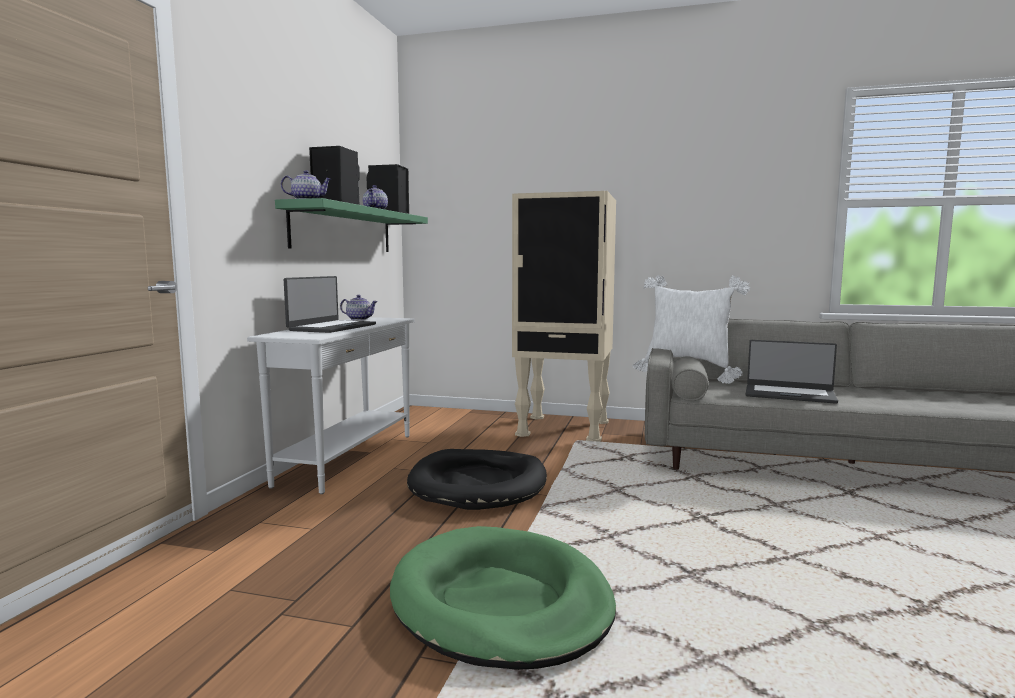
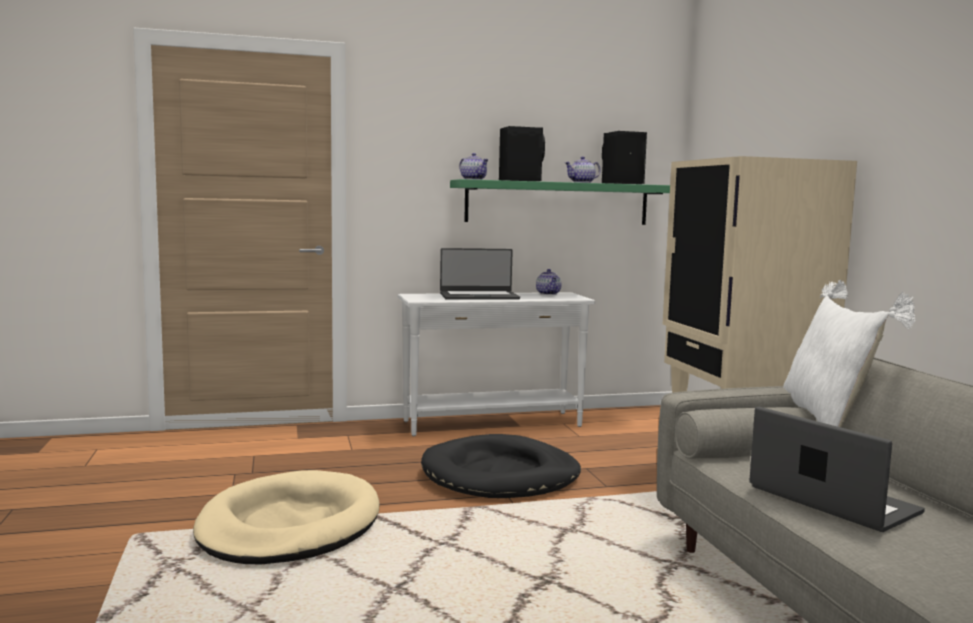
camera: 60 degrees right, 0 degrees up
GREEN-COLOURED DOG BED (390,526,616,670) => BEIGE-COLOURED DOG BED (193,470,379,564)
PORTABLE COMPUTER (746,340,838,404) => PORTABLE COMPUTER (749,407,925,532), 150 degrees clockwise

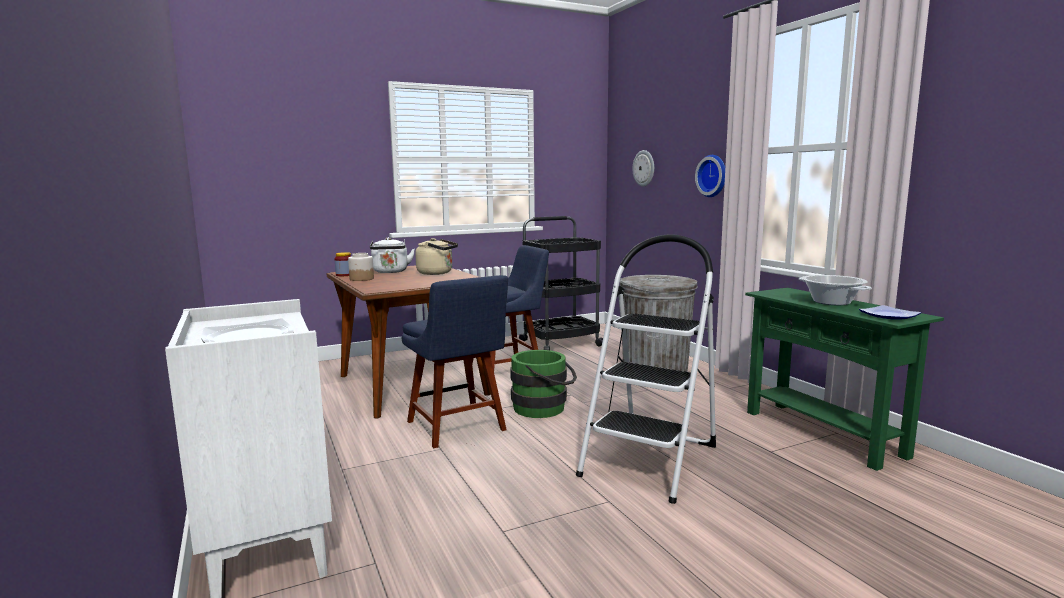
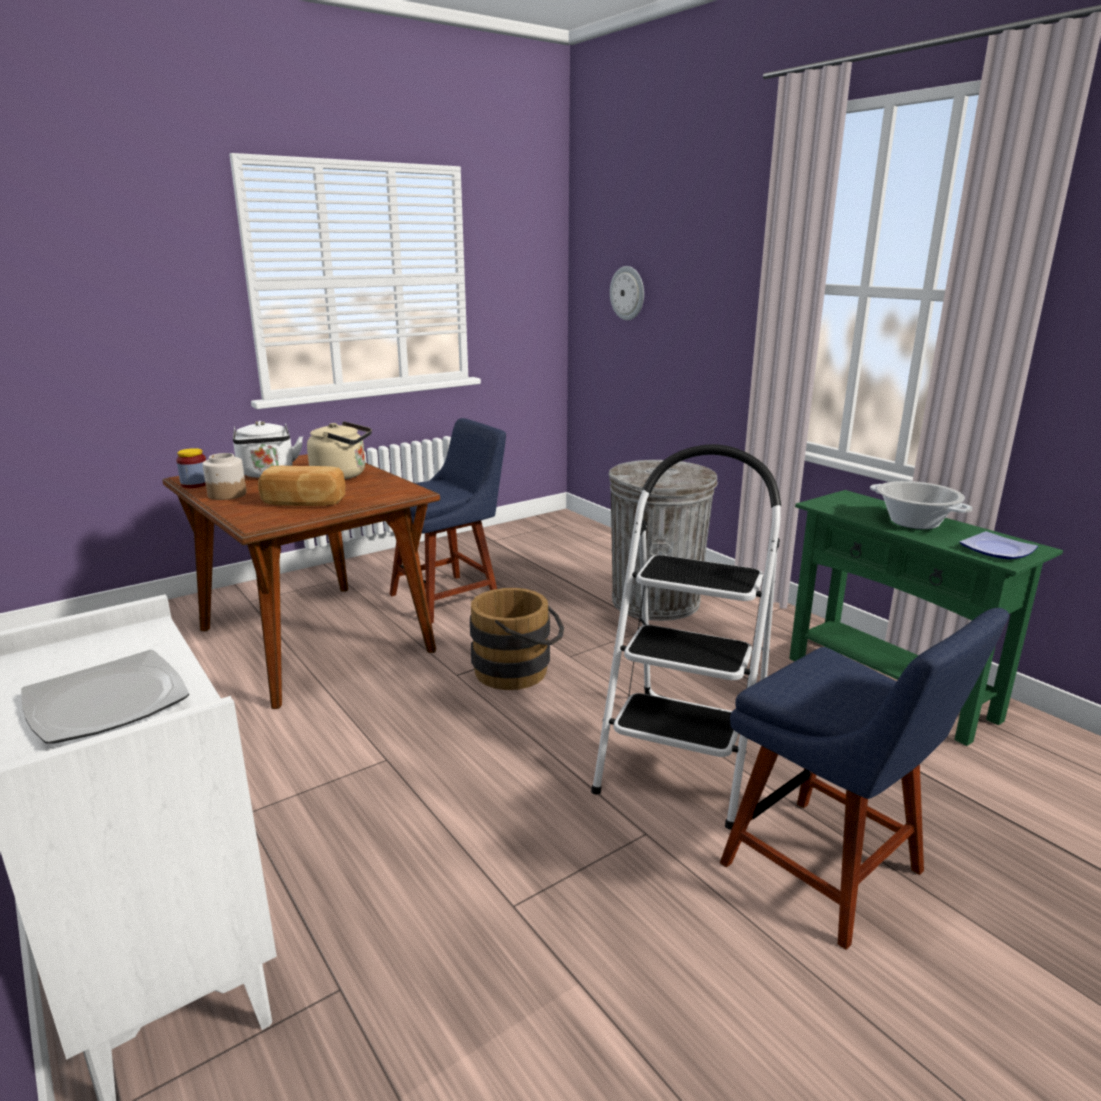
camera: 10 degrees left, 10 degrees up
BLACK-COLOURED CART (519,216,603,350) => nothing
WALL CLOCK (695,155,725,197) => nothing
nothing => BREAD (258,466,345,506)
BLUE UPRIGHT CHAIR (401,275,508,448) => BLUE UPRIGHT CHAIR (720,608,1009,950), shifted
GREEN-COLOURED BUCKET (510,350,577,418) => BROWN BUCKET (470,588,564,690)

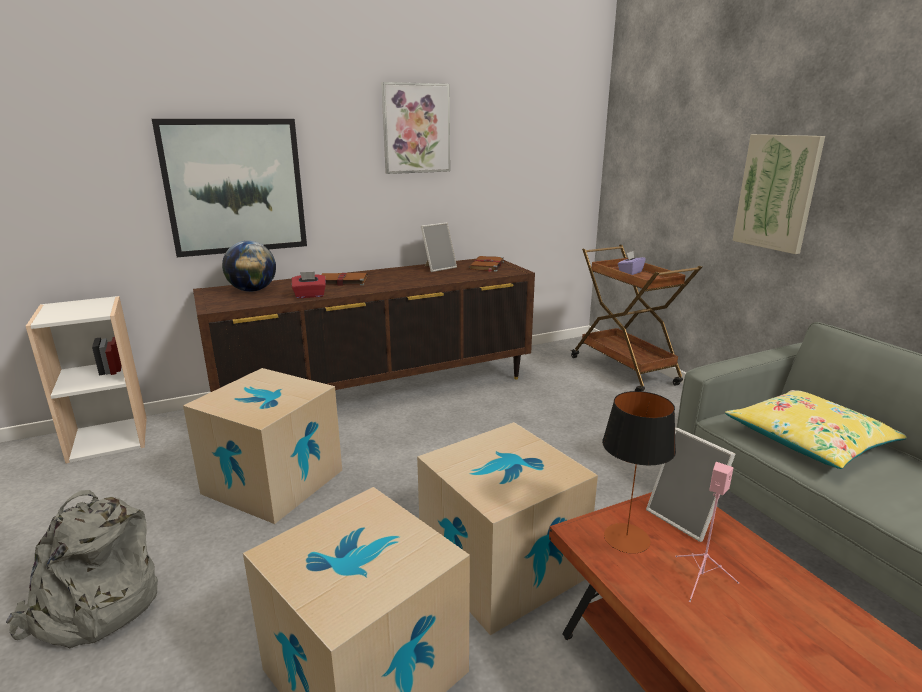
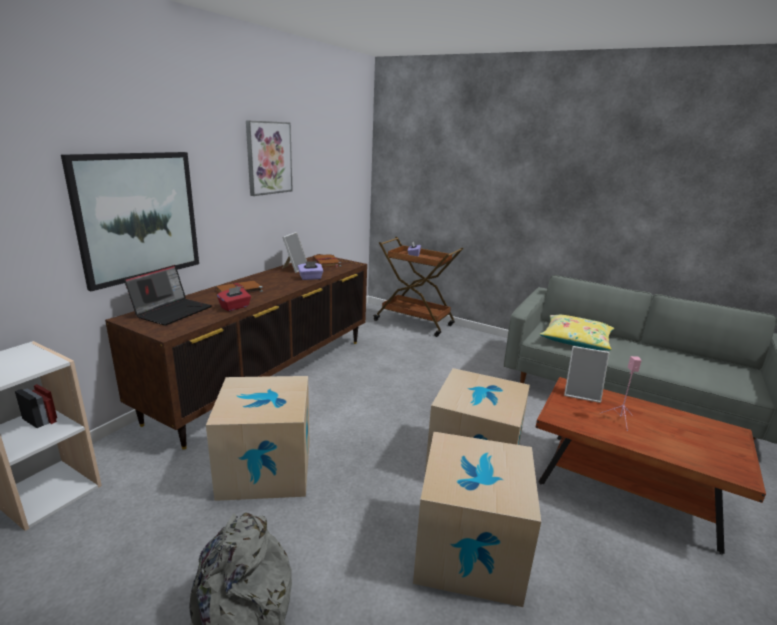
camera: 35 degrees left, 0 degrees up
LAMP FOR A TABLE (602,391,676,554) => nothing
PICTURE (732,134,825,254) => nothing
nothing => PURPLE BOX OF TISSUES (298,261,323,280)
WORLD GLOBE (222,241,276,292) => PORTABLE COMPUTER (124,265,212,326)

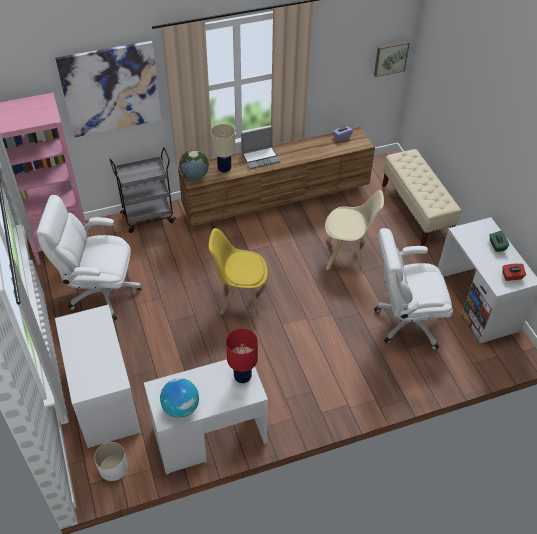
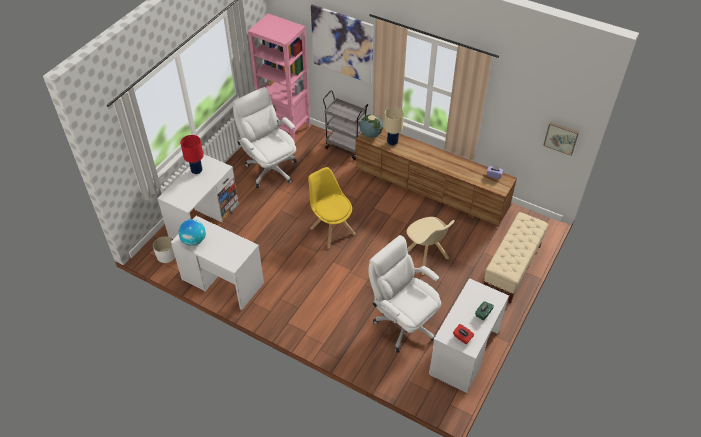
camera: 50 degrees right, 0 degrees up
PORTABLE COMPUTER (241,127,280,169) => nothing
RED-COLOURED LAMP FOR A TABLE (226,329,258,383) => RED-COLOURED LAMP FOR A TABLE (180,135,204,174), shifted

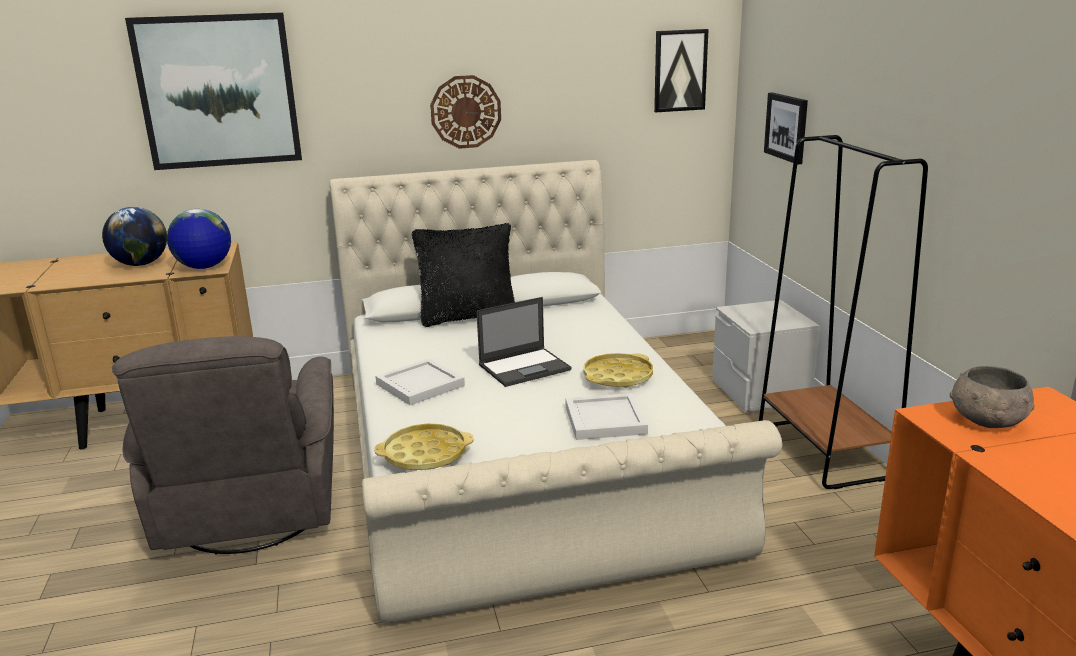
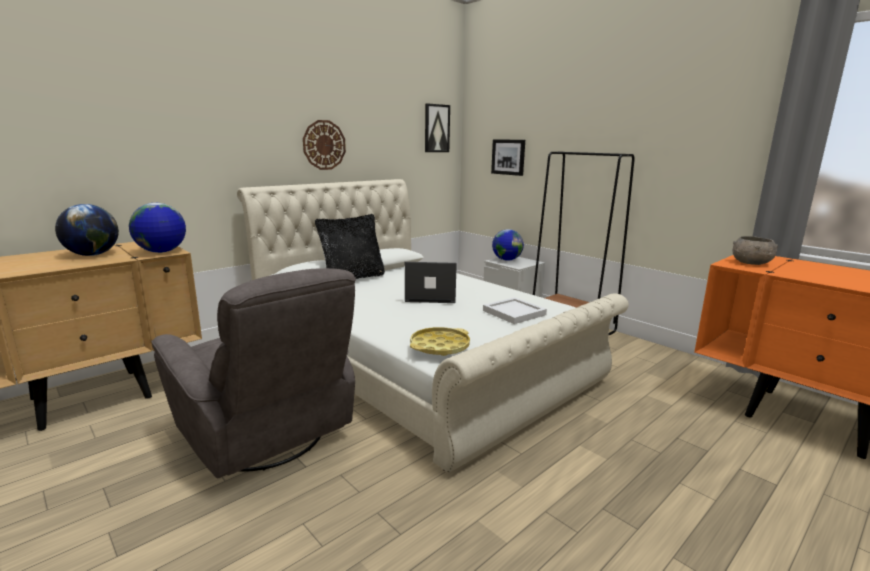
camera: 30 degrees left, 5 degrees down
PICTURE (125,12,302,170) => nothing
WHITE SERVING TRAY (375,358,465,405) => nothing
YELLOW-COLOURED SERVING TRAY (583,353,653,388) => nothing
nothing => WORLD GLOBE (492,229,524,261)
PORTABLE COMPUTER (476,297,572,387) => PORTABLE COMPUTER (405,262,457,303), 120 degrees counterclockwise

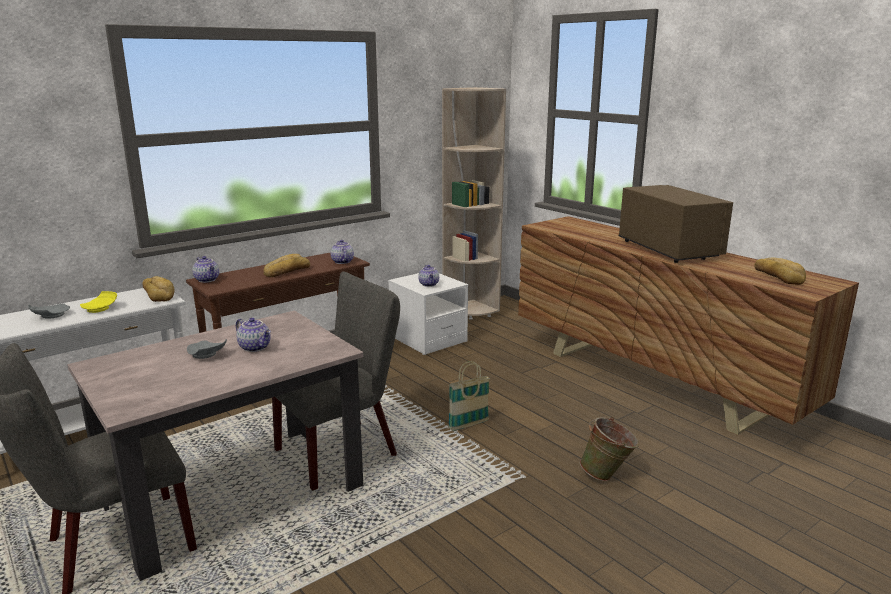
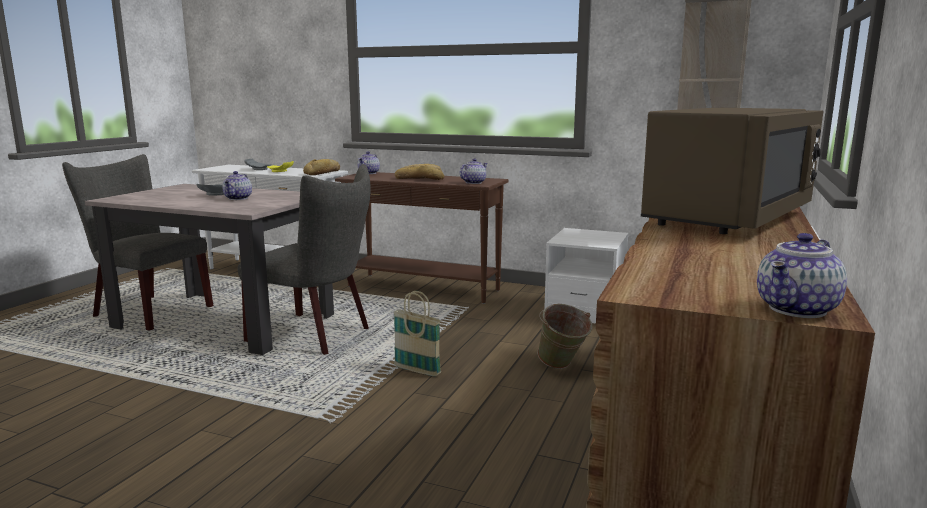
camera: 60 degrees right, 5 degrees down
BREAD (754,258,806,285) => nothing
TEAPOT (418,265,439,287) => TEAPOT (757,233,847,318), shifted
GREEN-COLOURED BUCKET (580,417,639,481) => GREEN-COLOURED BUCKET (537,304,592,369), shifted

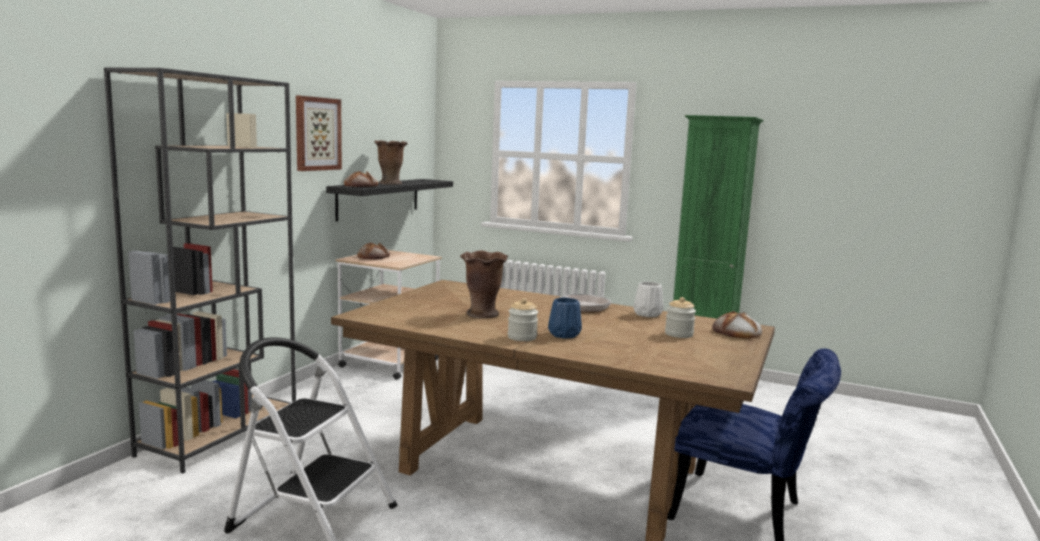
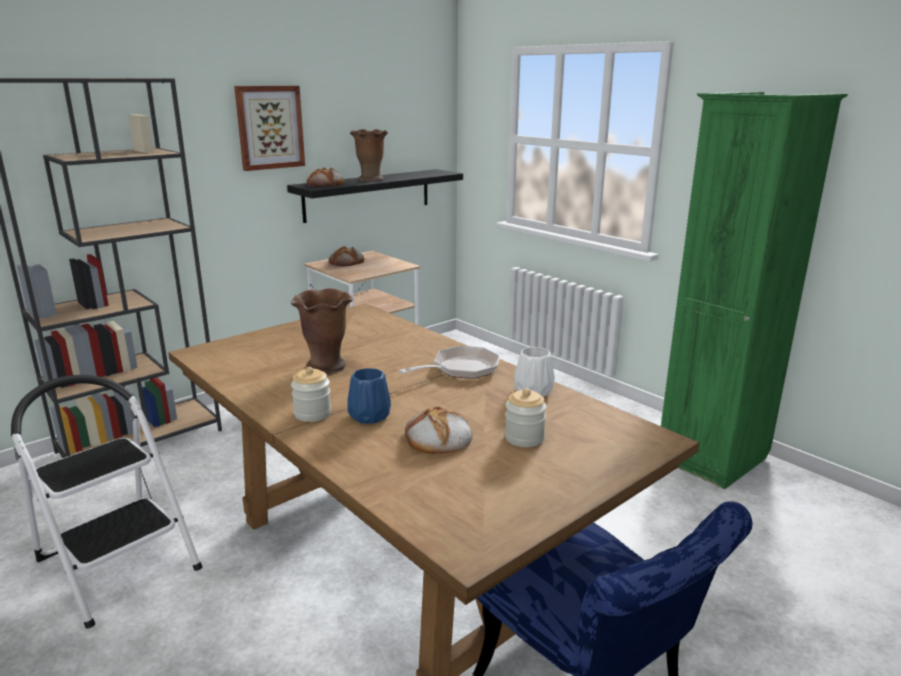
camera: 25 degrees right, 10 degrees up
BREAD (712,311,762,338) => BREAD (405,406,473,454), shifted

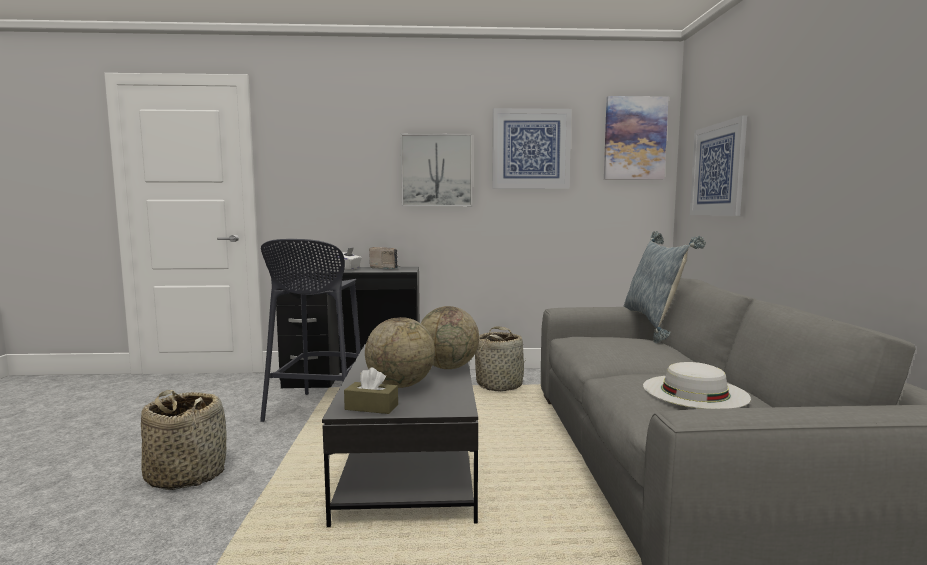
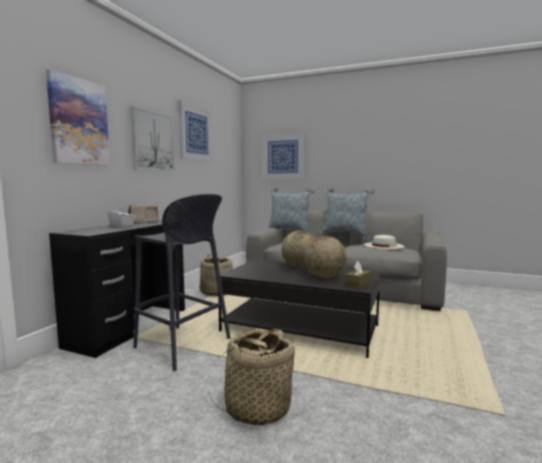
camera: 65 degrees left, 0 degrees up
nothing => CUSHION (316,187,375,244)
PICTURE (604,96,669,180) => PICTURE (46,69,110,166), shifted

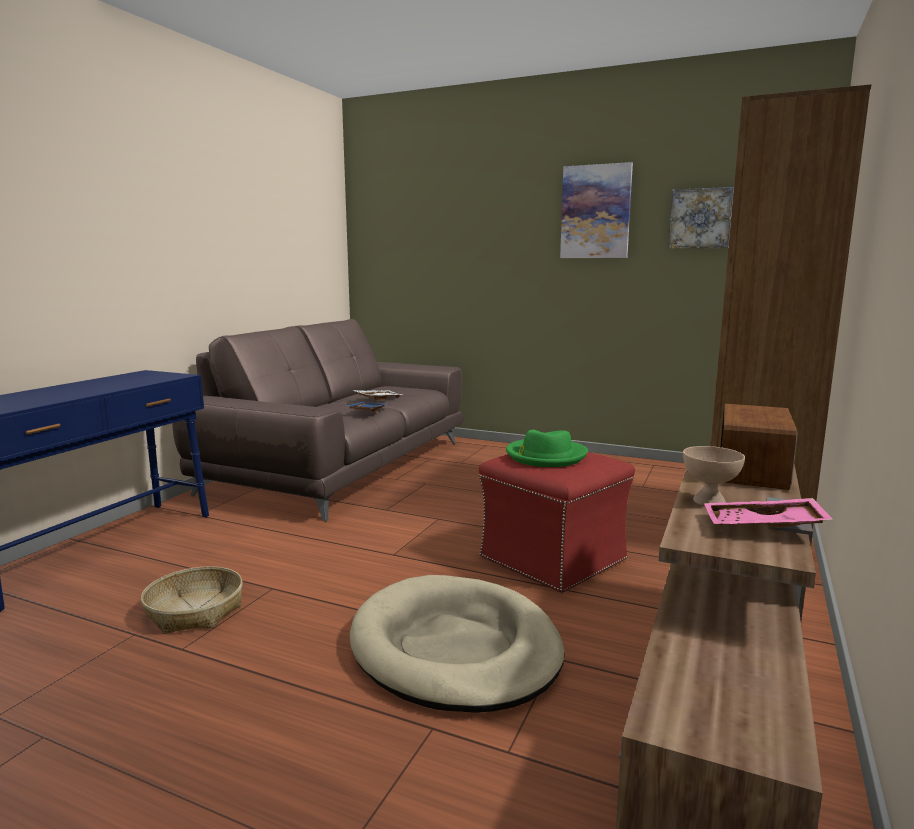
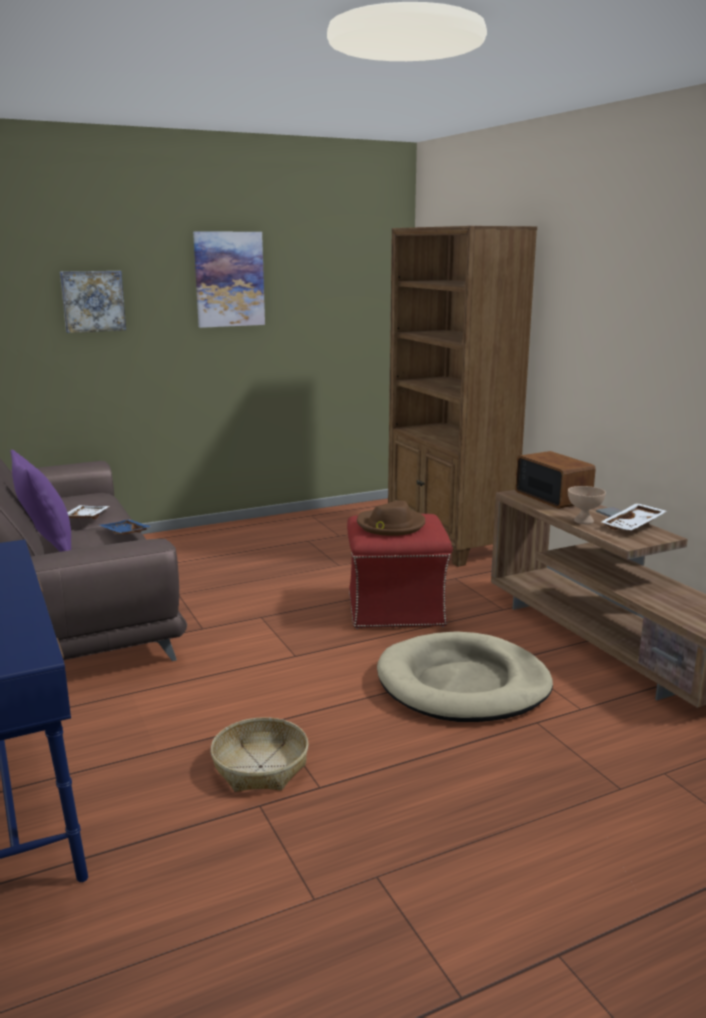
camera: 50 degrees left, 5 degrees up
nothing => PURPLE CUSHION (10,450,71,552)
PICTURE (668,187,734,249) => PICTURE (60,271,126,333), shifted
GREEN-COLOURED WEARABLE HAT (506,430,588,467) => BROWN WEARABLE HAT (357,500,425,536)
PINKISH SERVING TRAY (704,498,834,528) => WHITE SERVING TRAY (601,503,667,531)

